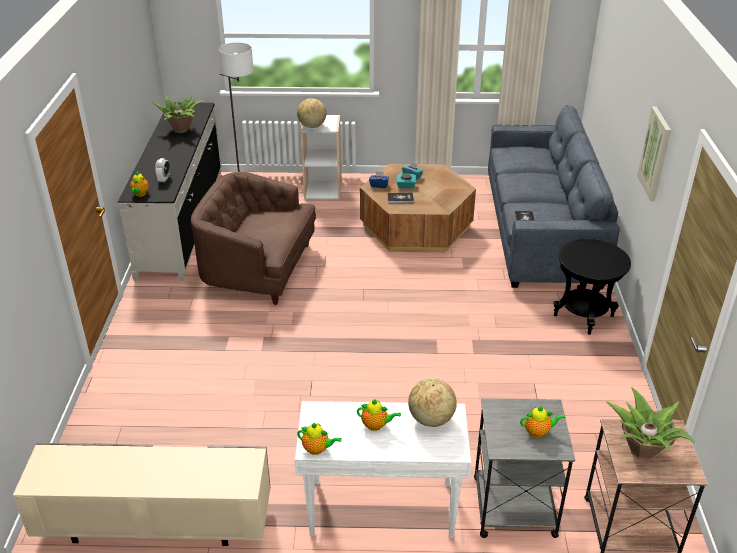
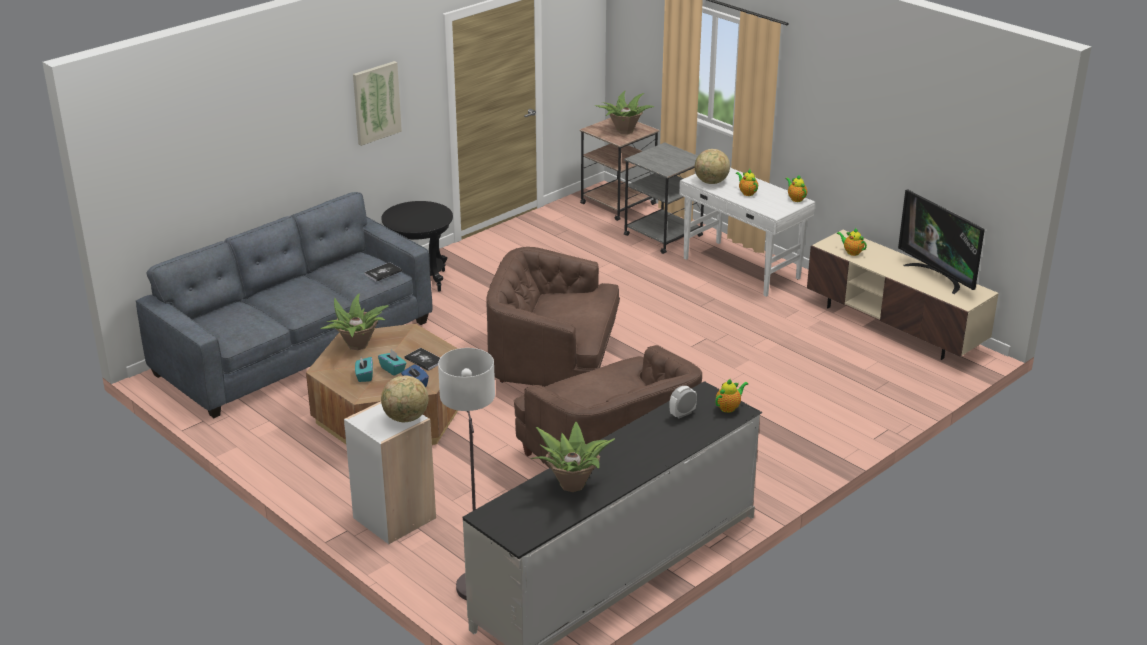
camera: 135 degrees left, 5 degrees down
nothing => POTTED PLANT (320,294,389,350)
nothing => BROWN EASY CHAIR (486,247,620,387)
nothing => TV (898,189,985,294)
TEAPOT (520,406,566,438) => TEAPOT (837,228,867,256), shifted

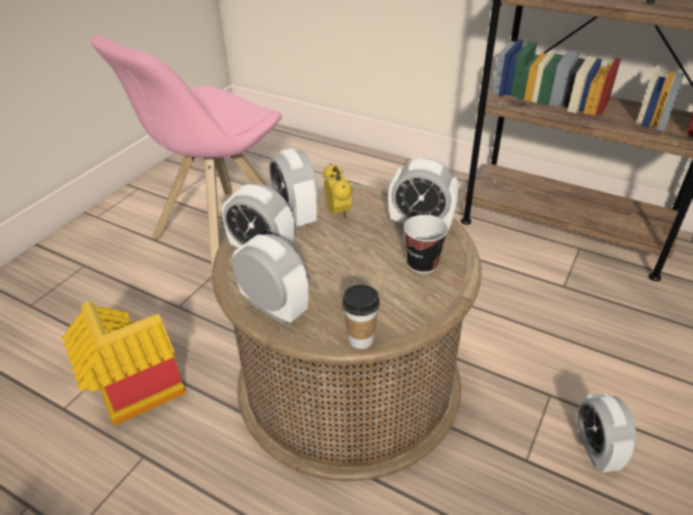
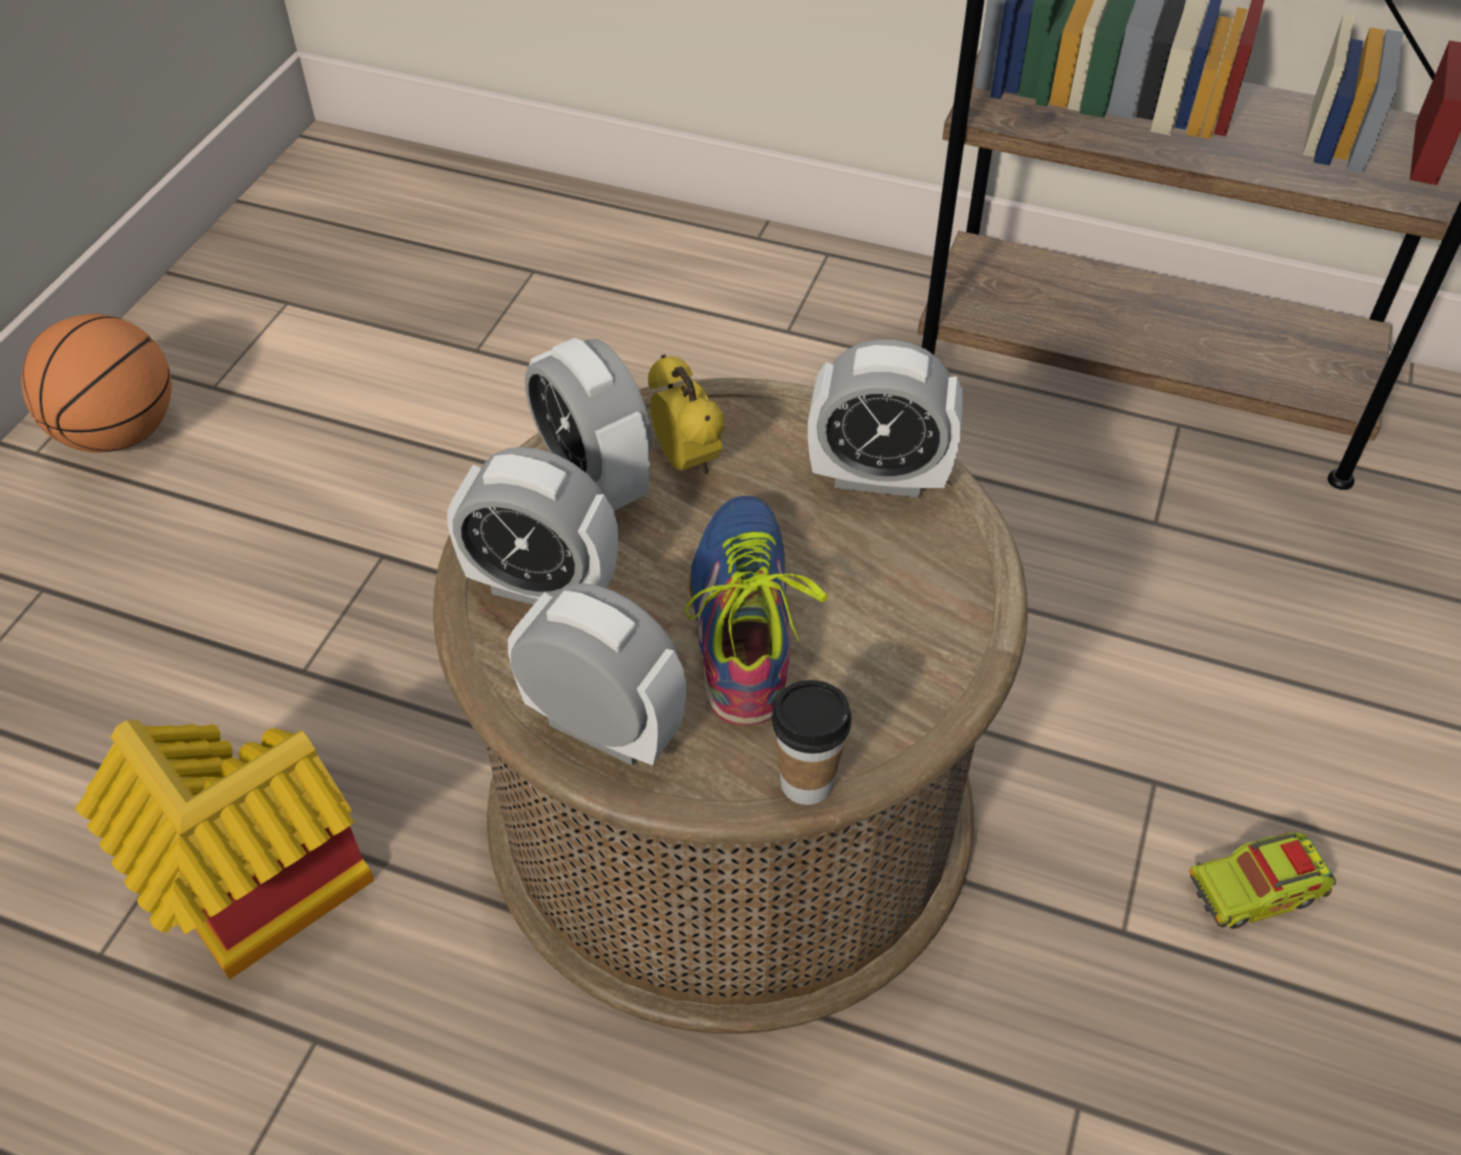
camera: 10 degrees left, 10 degrees up
PINKISH UPRIGHT CHAIR (91,35,282,270) => nothing
DRINKING CUP (404,215,448,274) => nothing
nothing => BALL FOR BASKETBALL (21,314,172,452)
nothing => LOW SHOE (685,496,828,725)
TABLE CLOCK (576,393,637,473) => TOY LORRY (1189,832,1336,929)

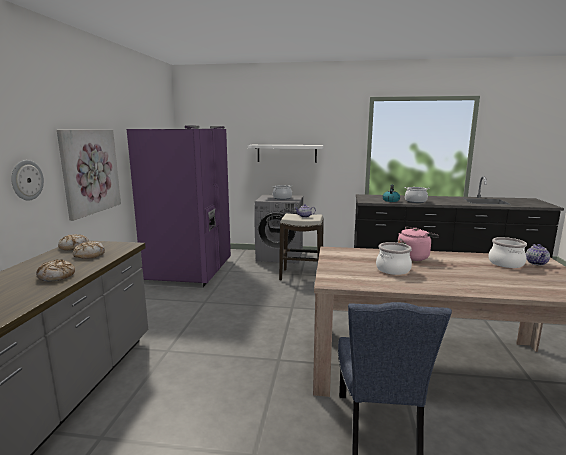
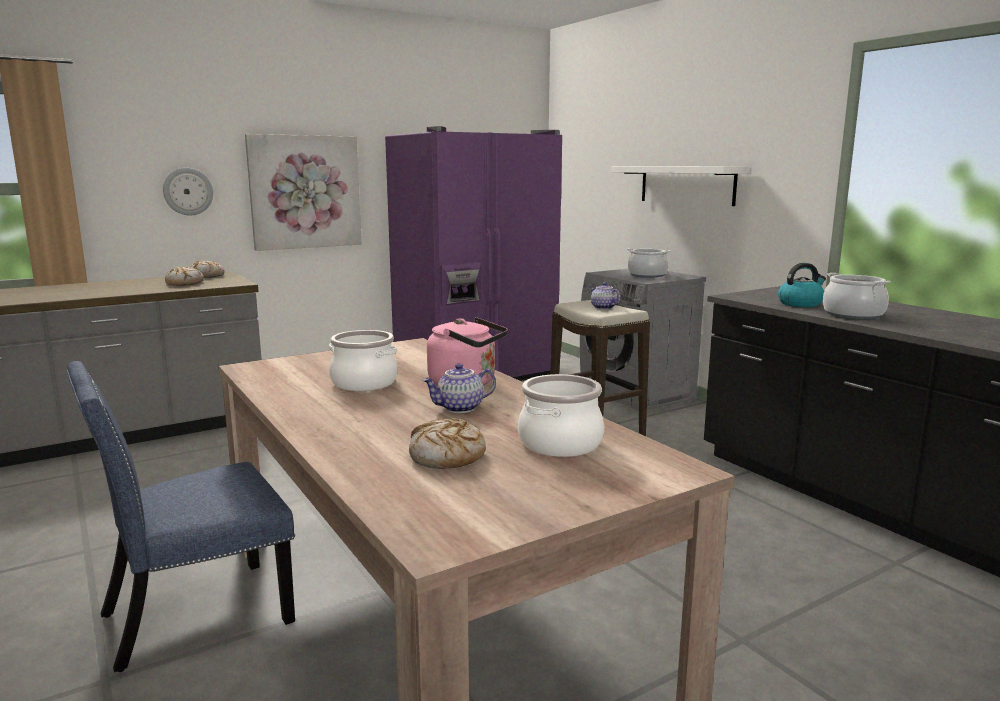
camera: 50 degrees right, 0 degrees up
BREAD (36,260,75,282) => BREAD (409,418,486,469), shifted
TEAPOT (526,244,550,266) => TEAPOT (422,364,496,413), shifted

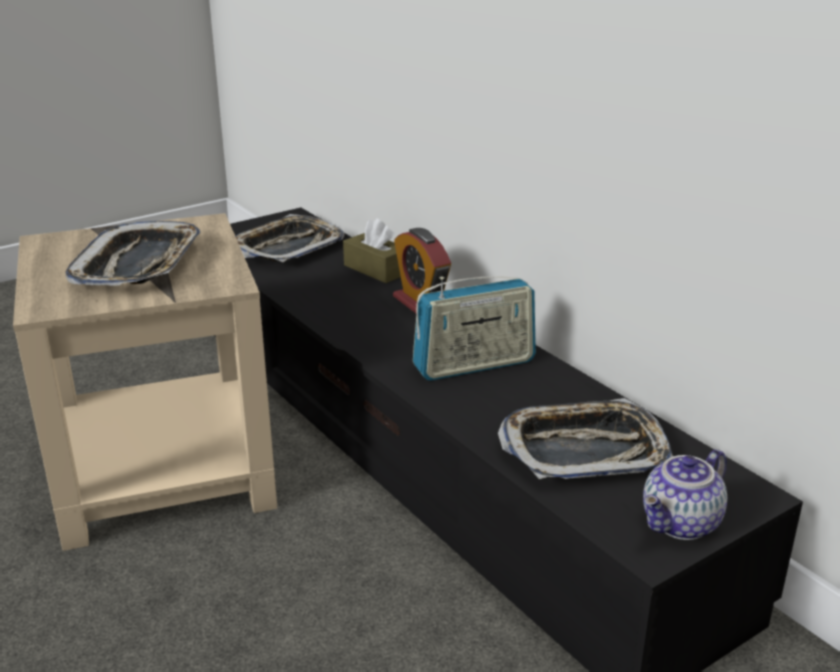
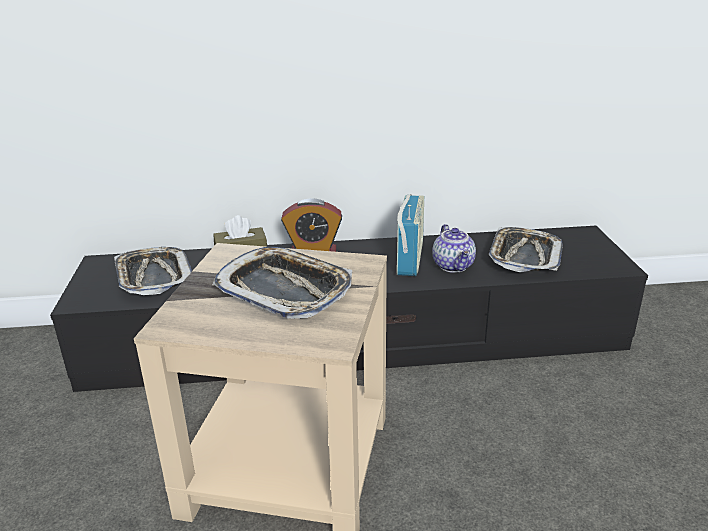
camera: 60 degrees left, 0 degrees up
TEAPOT (643,449,727,540) => TEAPOT (432,224,476,273), shifted

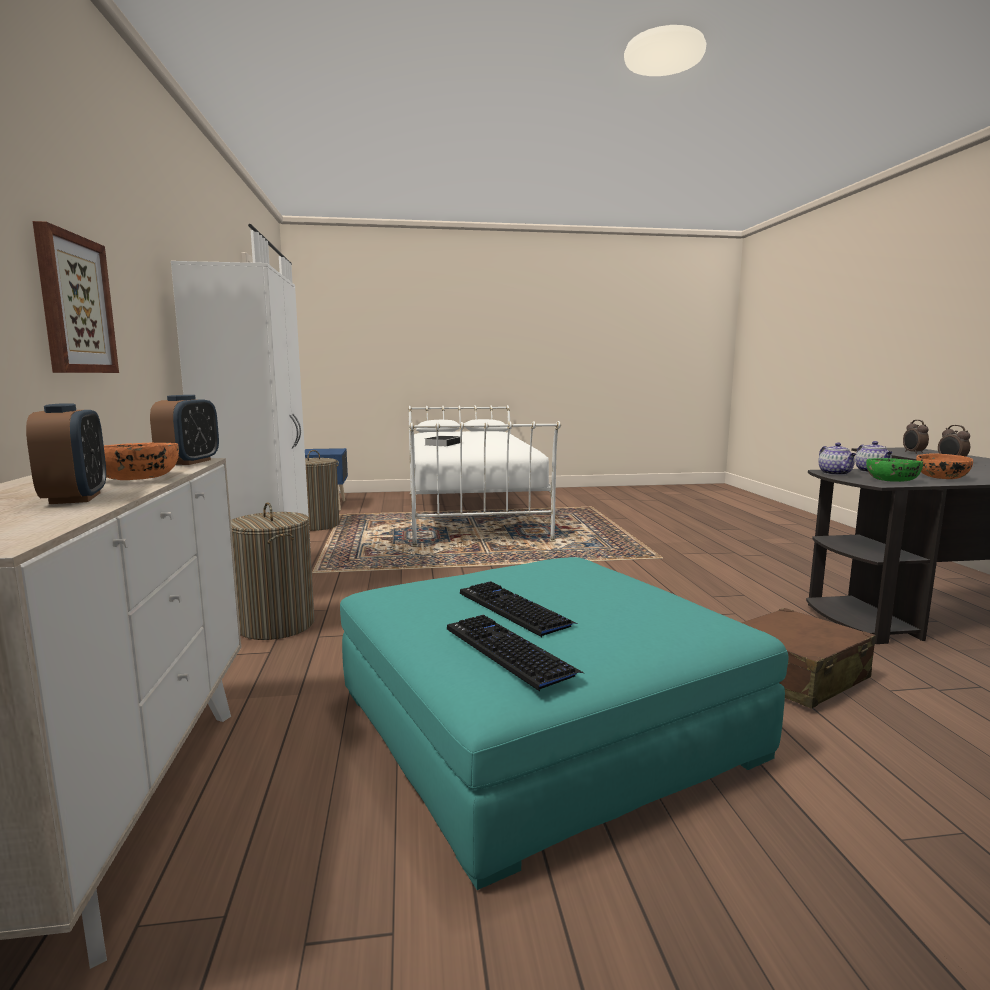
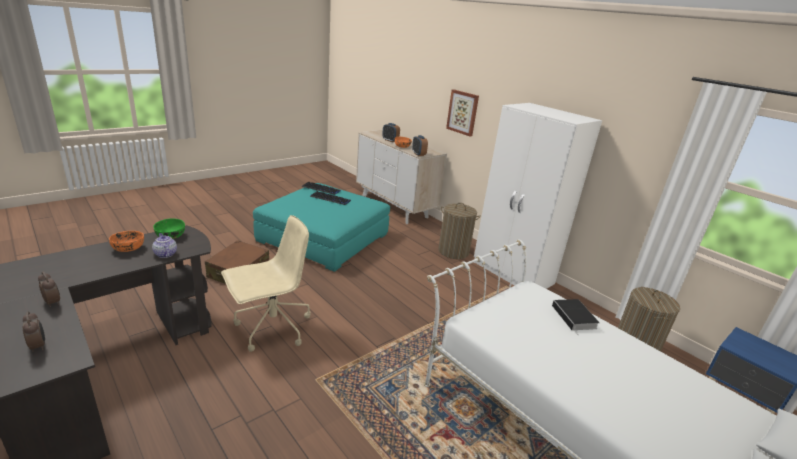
camera: 145 degrees right, 15 degrees up
TEAPOT (818,443,856,475) => nothing
nothing => BEIGE-COLOURED COMPUTER CHAIR (221,215,311,352)

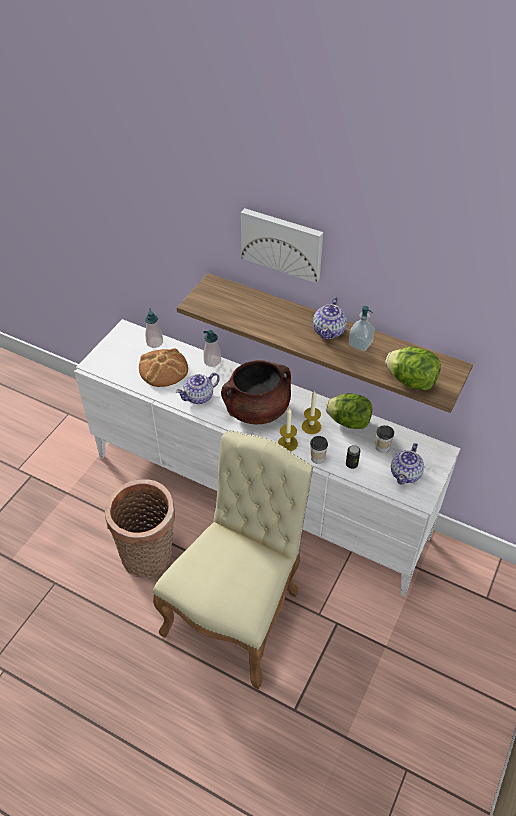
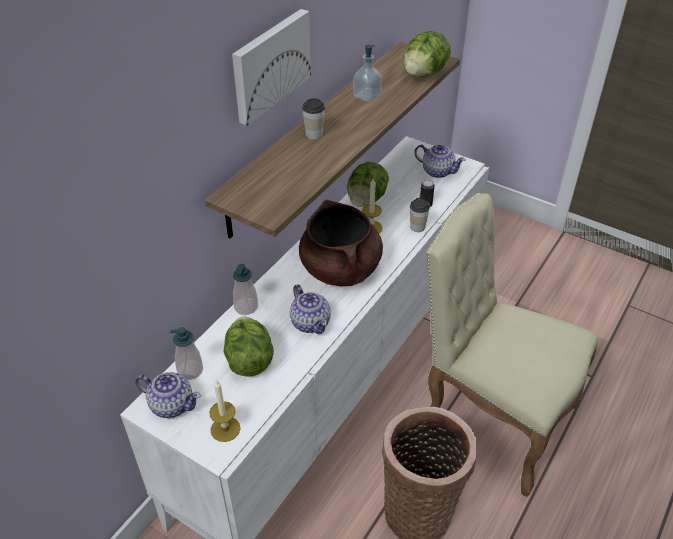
camera: 85 degrees left, 5 degrees down
CANDLE (278,408,298,451) => CANDLE (209,380,240,442), shifted
TEAPOT (313,297,347,340) => TEAPOT (135,372,201,418), shifted
DRINKING CUP (376,425,394,453) => DRINKING CUP (302,98,325,139), shifted
BREAD (139,348,188,387) => LETTUCE HEAD (223,317,274,377)

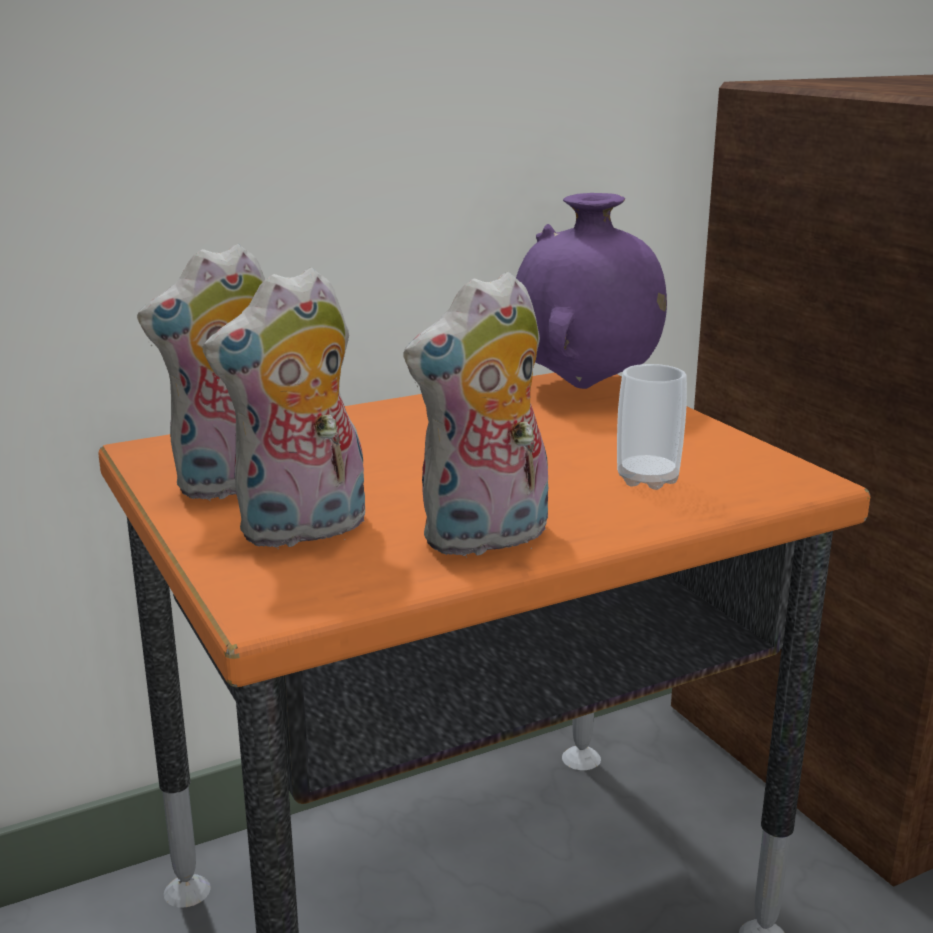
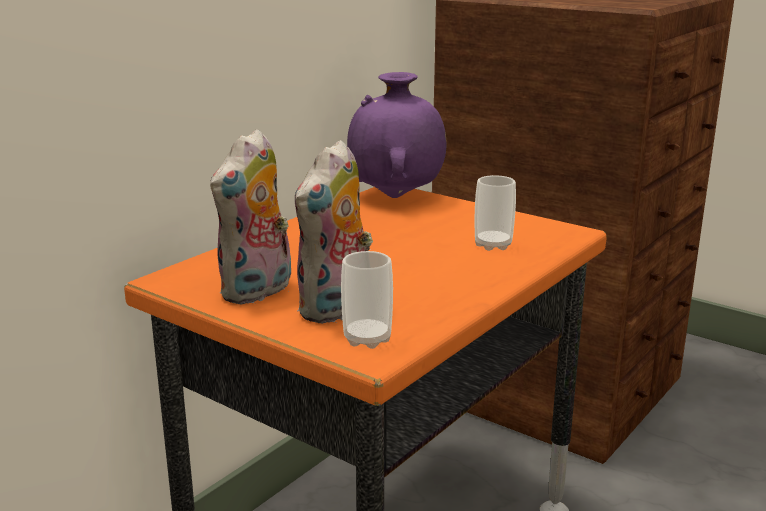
camera: 25 degrees left, 0 degrees up
SOFT TOY (404,271,548,558) => nothing
nothing => DRINKING CUP (341,251,393,349)

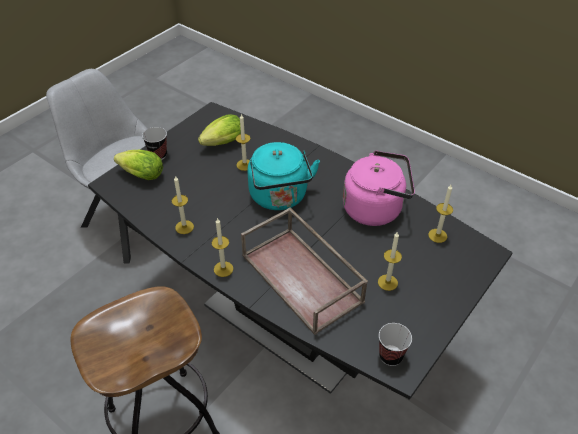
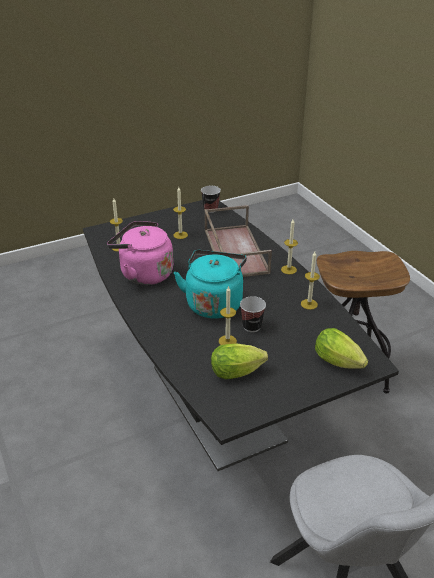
camera: 155 degrees left, 10 degrees down
DRINKING CUP (142,127,167,160) => DRINKING CUP (240,296,266,332), shifted

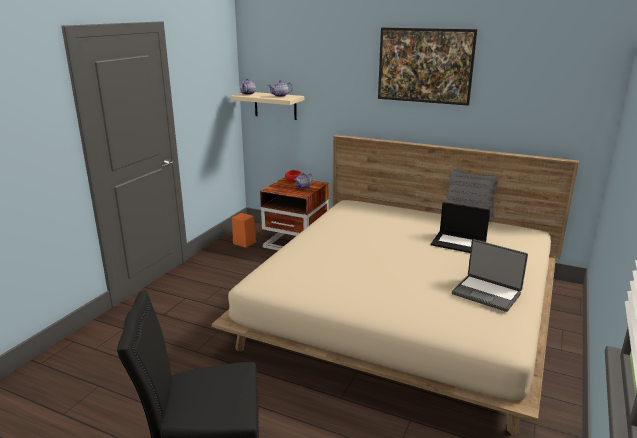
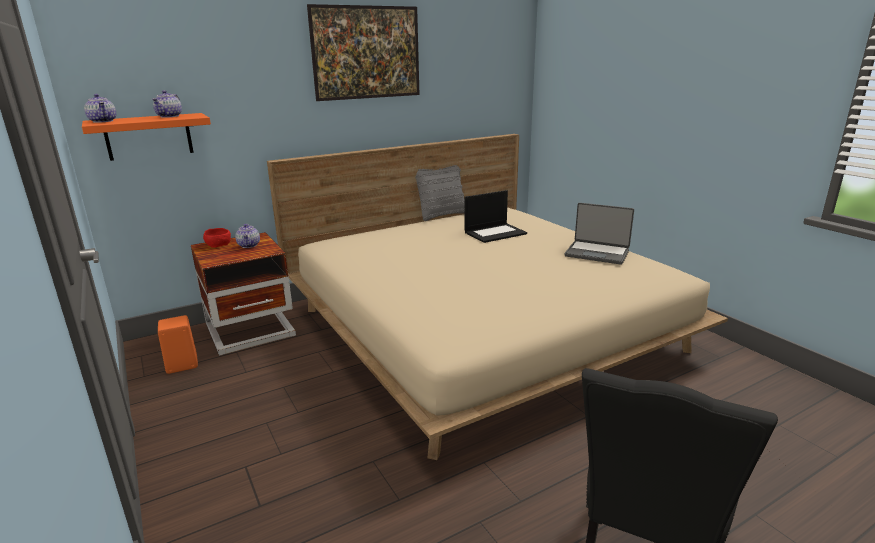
camera: 55 degrees left, 0 degrees up
BEIGE-COLOURED SHELF (231,92,304,120) => ORANGE SHELF (82,113,211,161)
PORTABLE COMPUTER (452,239,528,312) => PORTABLE COMPUTER (565,203,634,265), 45 degrees clockwise

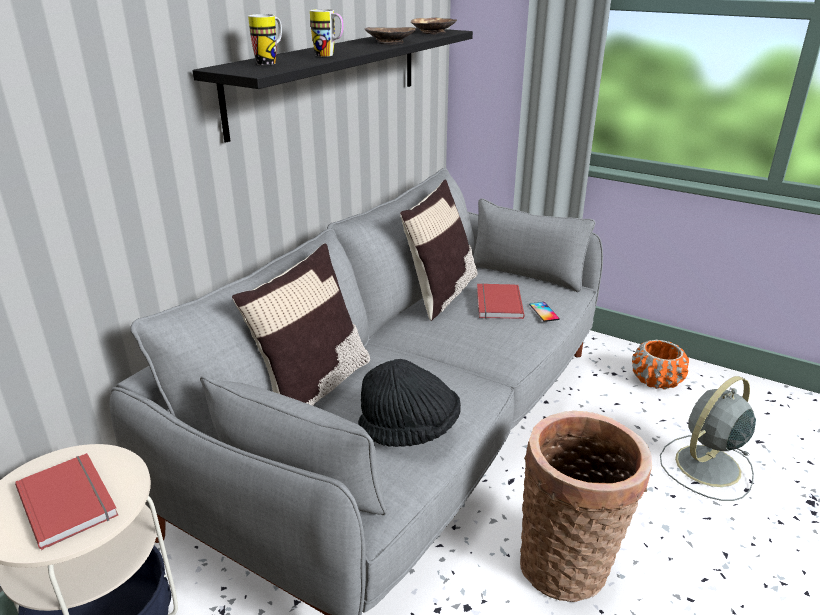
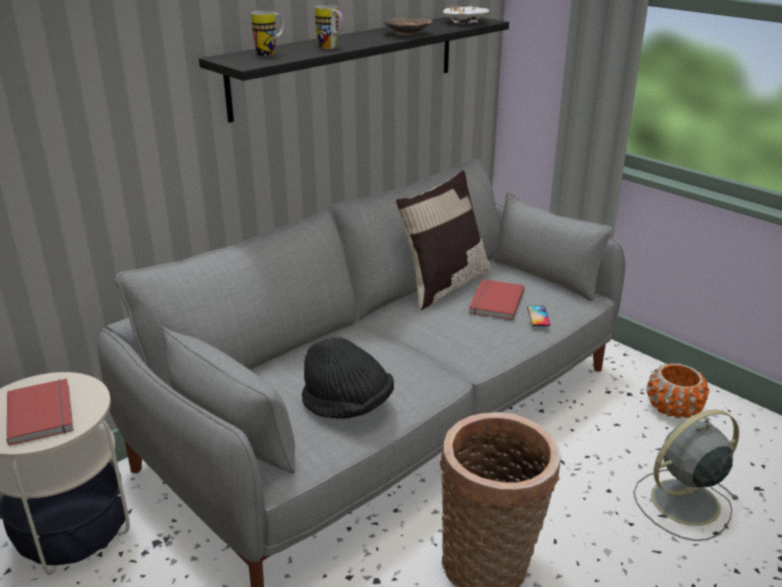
camera: 15 degrees right, 0 degrees up
CUSHION (232,243,370,406) => nothing
BROWN BOWL (411,18,457,34) => WHITE BOWL (443,6,490,25)

